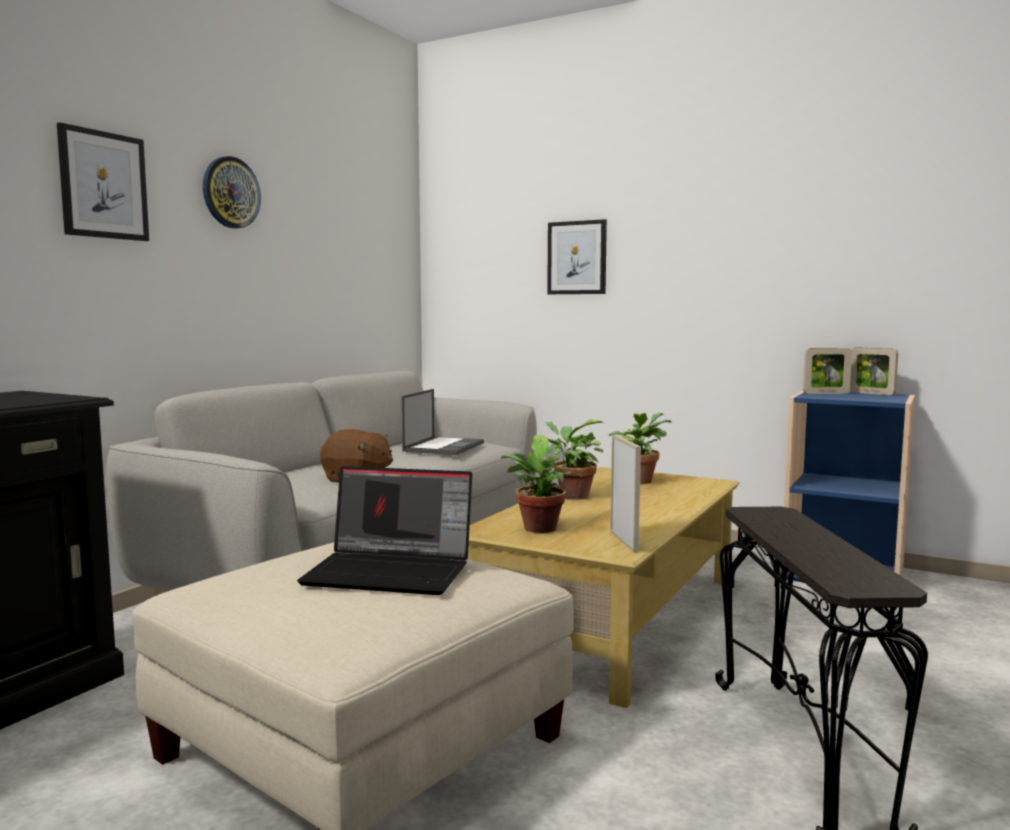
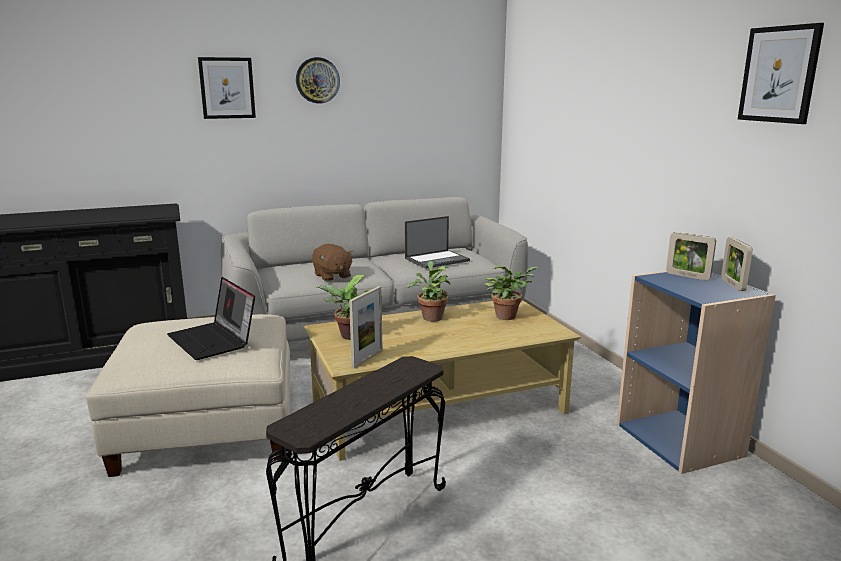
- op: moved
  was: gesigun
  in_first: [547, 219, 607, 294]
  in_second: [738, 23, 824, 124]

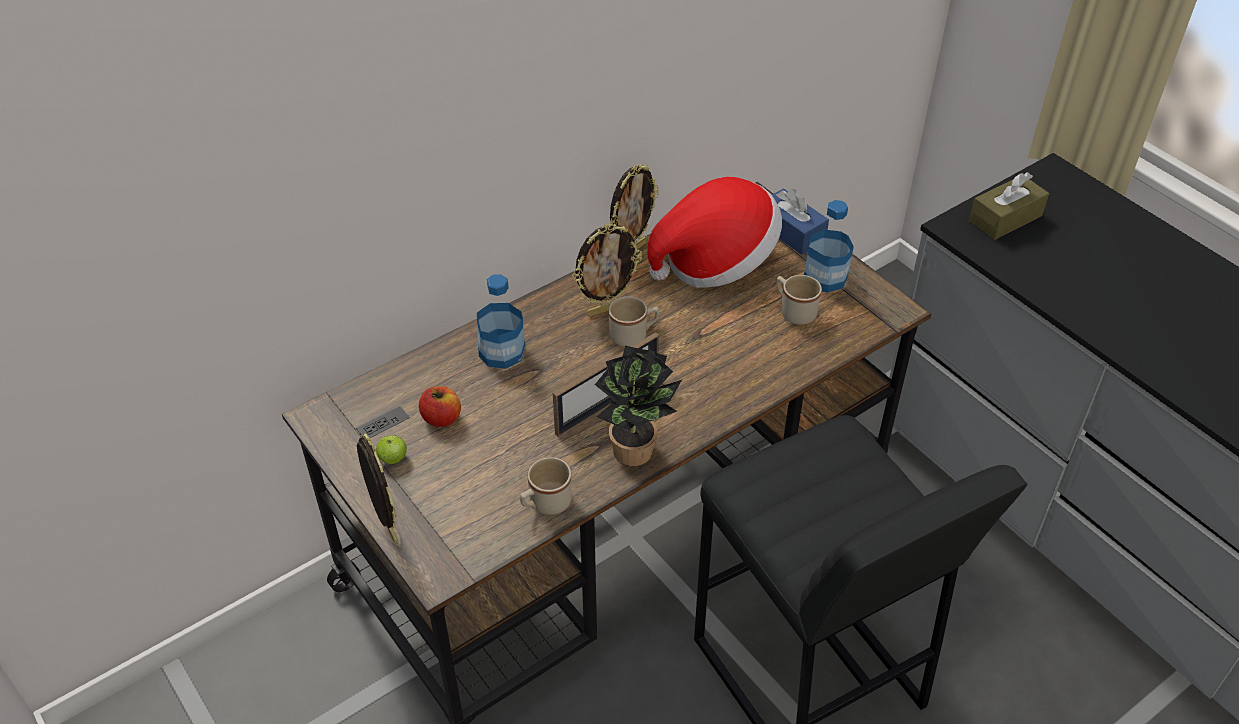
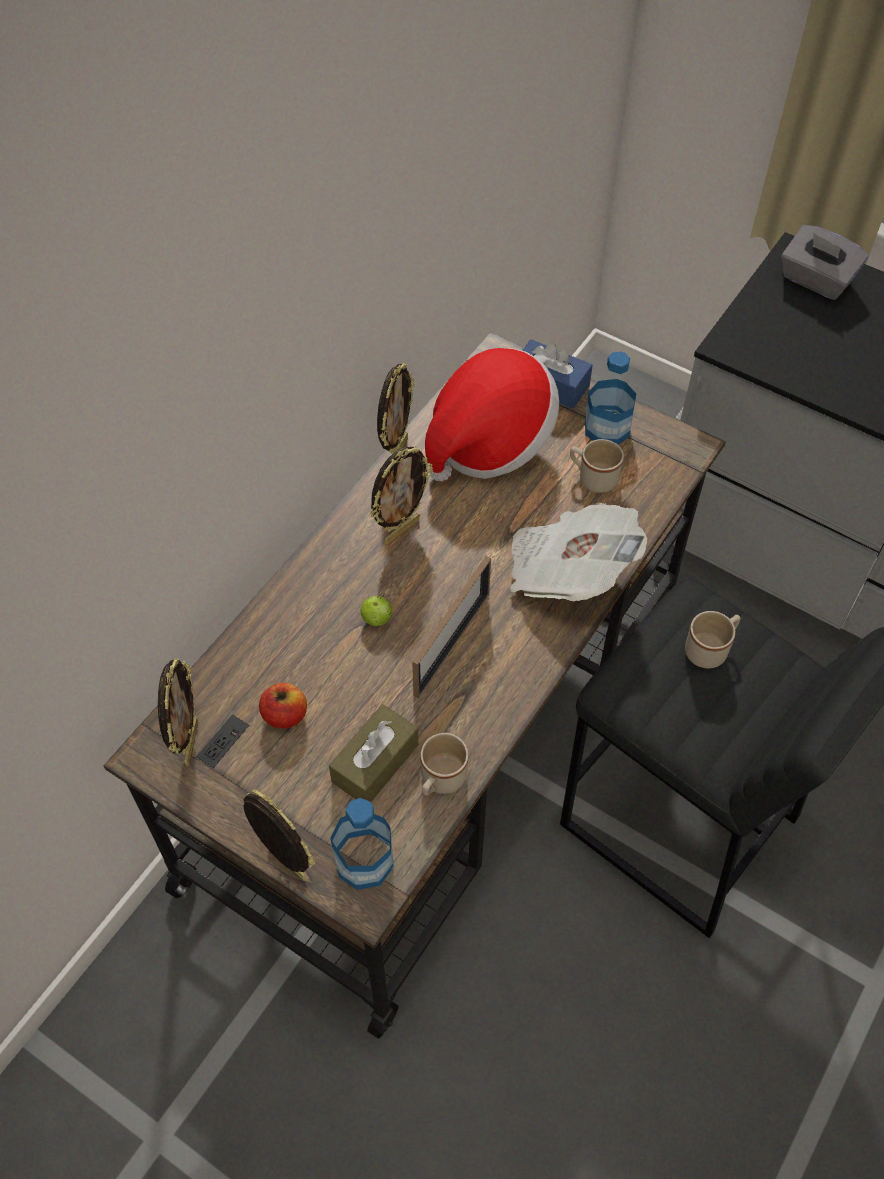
- op: removed
  was: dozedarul
  in_first: [595, 345, 682, 466]
- op: added
  now: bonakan
  in_second: [158, 658, 198, 767]
- op: added
  now: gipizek
  in_second: [510, 502, 647, 601]
- op: added
  now: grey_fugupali
  in_second: [781, 225, 869, 300]
- op: moved
  was: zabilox
  in_first: [376, 435, 407, 464]
  in_second: [361, 596, 392, 626]
- op: moved
  was: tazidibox
  in_first: [477, 274, 525, 369]
  in_second: [330, 798, 394, 890]
- op: moved
  was: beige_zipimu
  in_first: [609, 296, 659, 347]
  in_second: [685, 611, 741, 668]
- op: moved
  was: brown_fugupali
  in_first: [969, 172, 1049, 240]
  in_second: [329, 704, 419, 802]

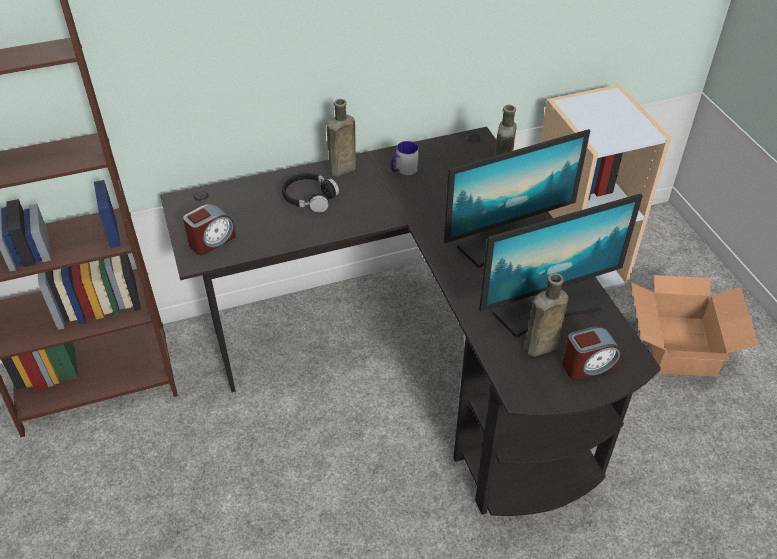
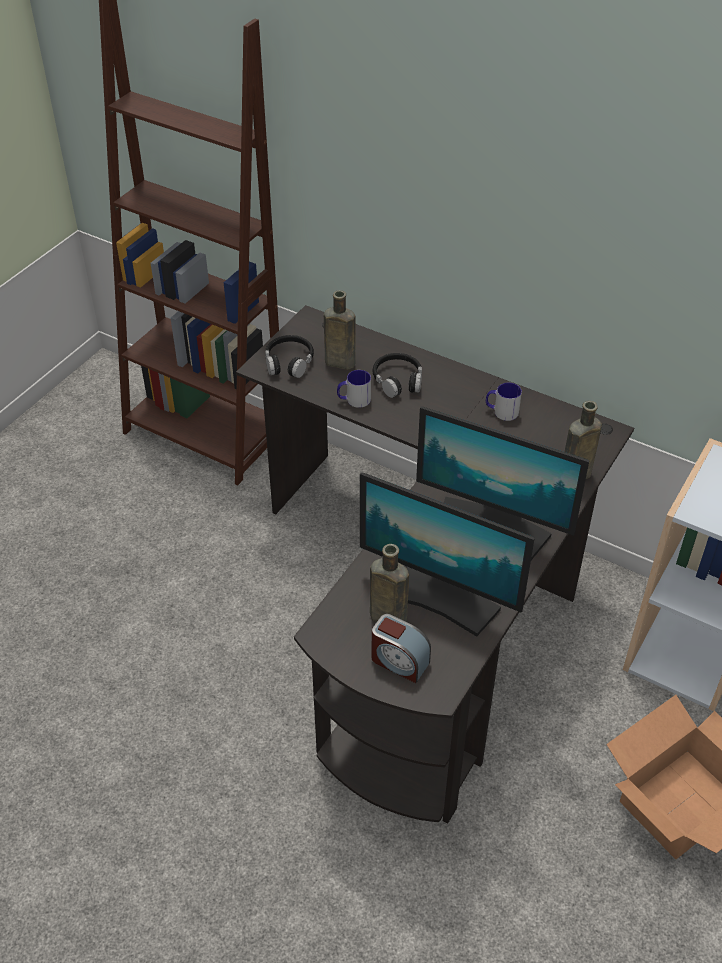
- op: added
  now: zipimu
  in_second: [337, 370, 371, 408]
- op: moved
  was: brown_tazidibox
  in_first: [327, 99, 356, 177]
  in_second: [324, 290, 356, 370]
- op: replaced
  was: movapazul
  now: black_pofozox
  in_first: [183, 204, 236, 255]
  in_second: [265, 335, 314, 378]

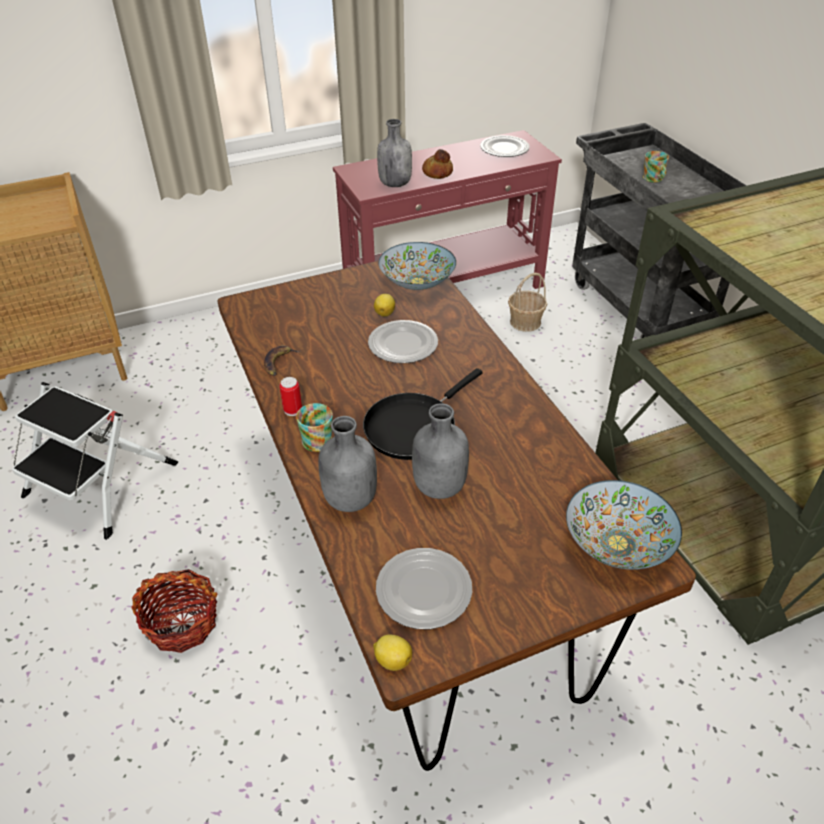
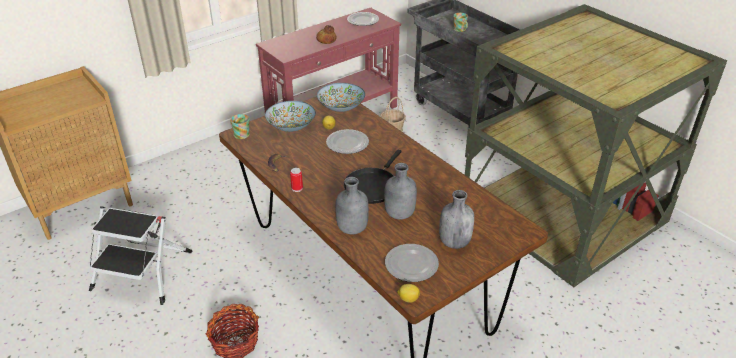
- op: moved
  was: zipimu
  in_first: [296, 403, 333, 452]
  in_second: [230, 114, 250, 139]
- op: moved
  was: grey_tazidibox
  in_first: [377, 119, 412, 187]
  in_second: [439, 190, 474, 249]
- op: moved
  was: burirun
  in_first: [566, 480, 682, 569]
  in_second: [265, 101, 316, 132]

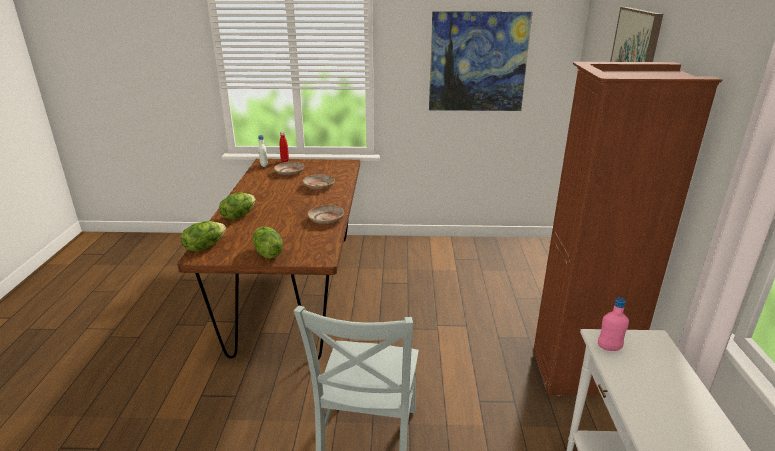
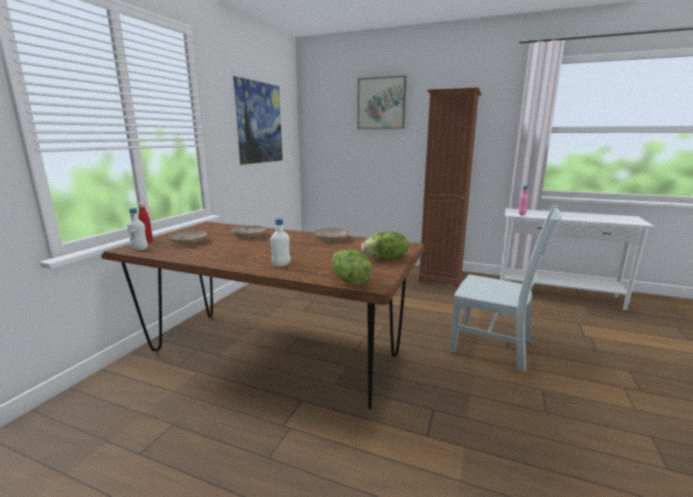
- op: replaced
  was: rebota
  now: white_tazidibox
  in_first: [219, 193, 255, 219]
  in_second: [270, 219, 290, 267]

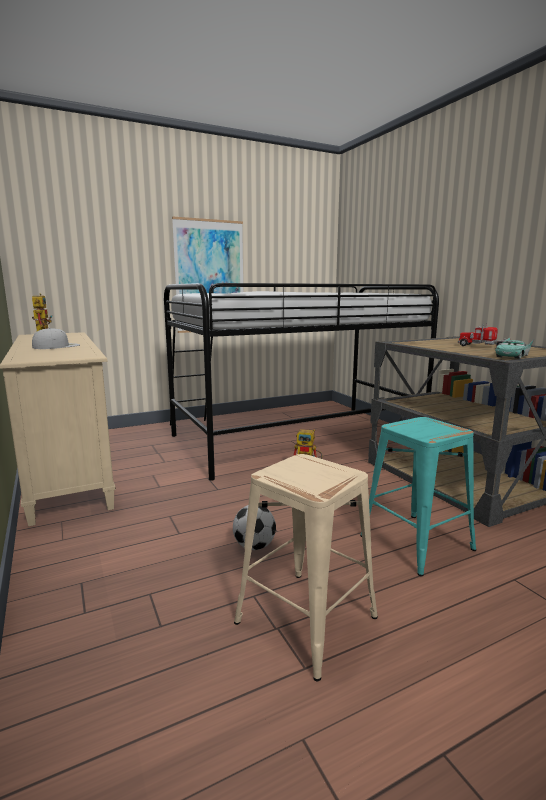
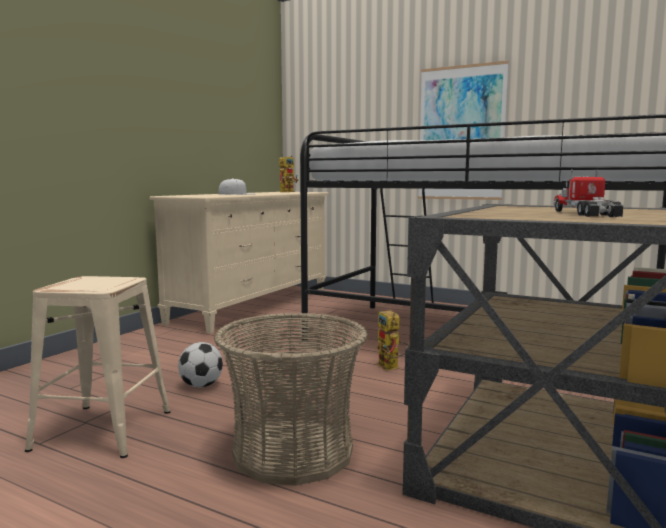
- op: removed
  was: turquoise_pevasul
  in_first: [495, 338, 534, 359]
- op: replaced
  was: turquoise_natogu
  now: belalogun
  in_first: [360, 417, 476, 577]
  in_second: [214, 312, 368, 486]

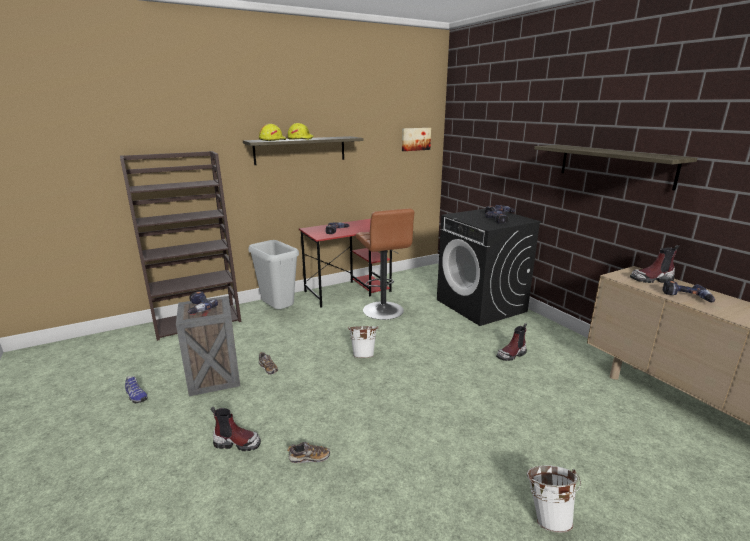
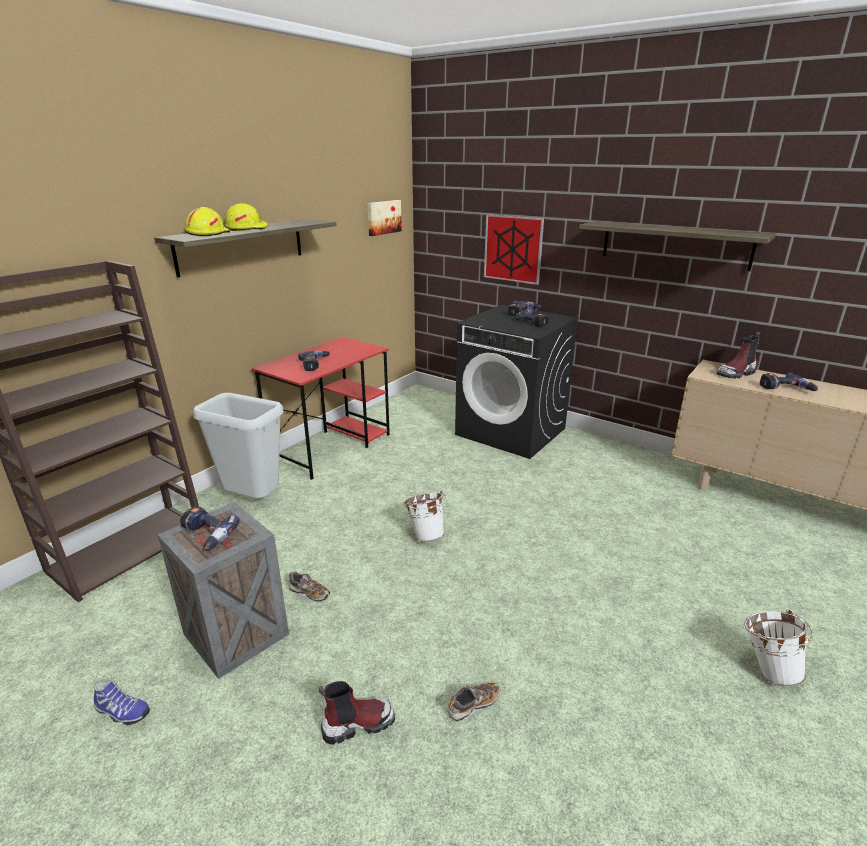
- op: removed
  was: brown_natogu
  in_first: [356, 208, 414, 320]
- op: removed
  was: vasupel
  in_first: [496, 323, 527, 361]
- op: added
  now: gesigun
  in_second: [484, 214, 544, 285]

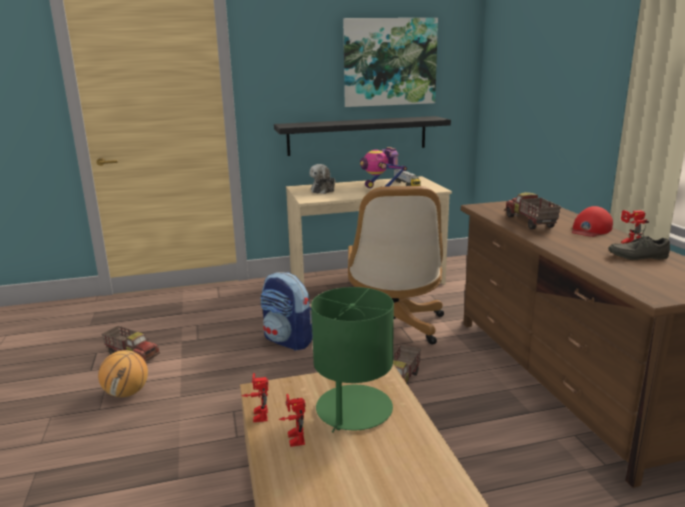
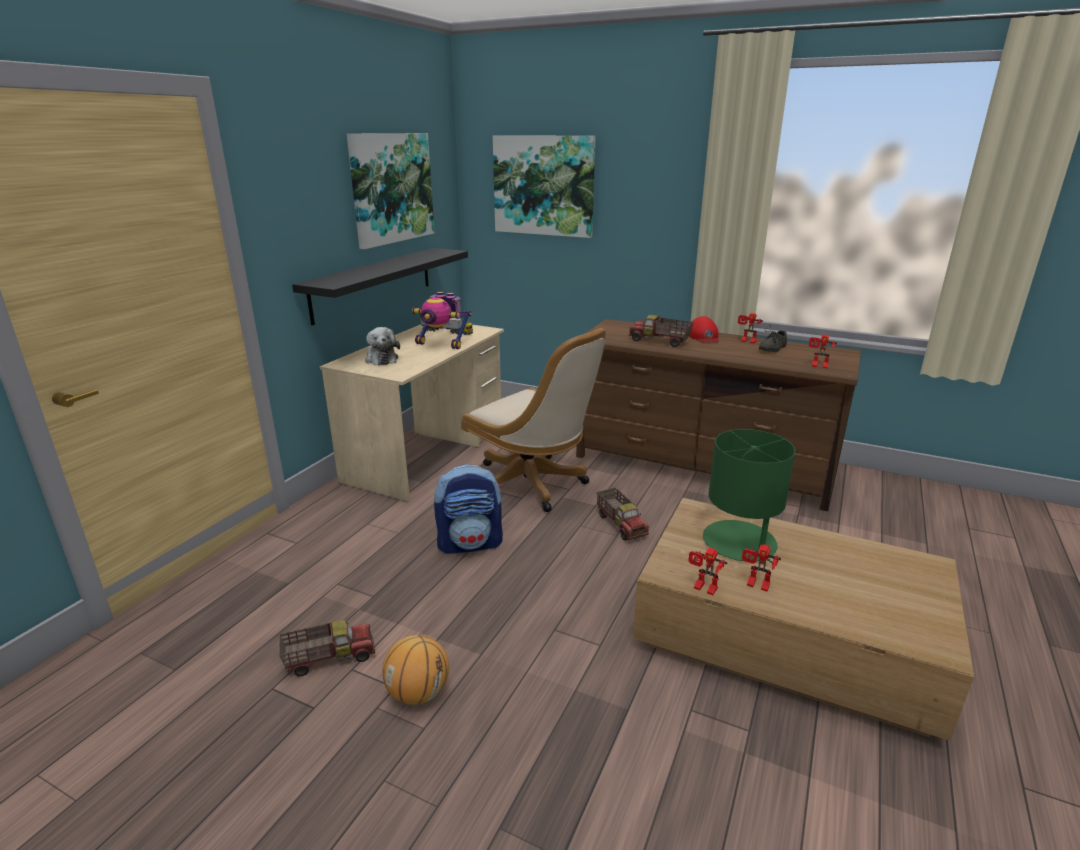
- op: added
  now: gesigun
  in_second: [493, 135, 596, 238]
- op: added
  now: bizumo
  in_second: [809, 334, 837, 368]

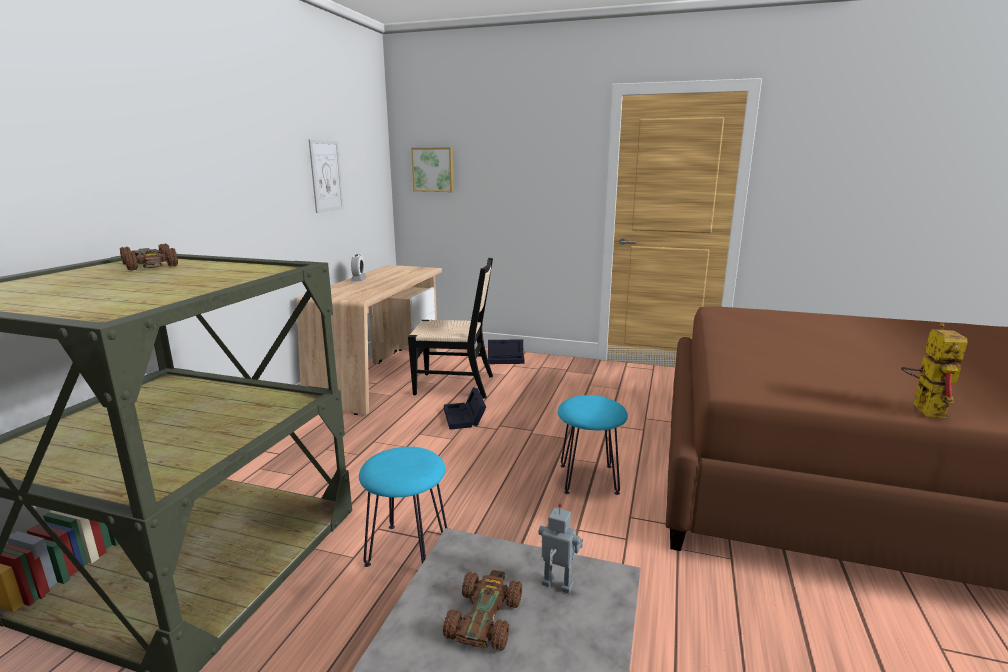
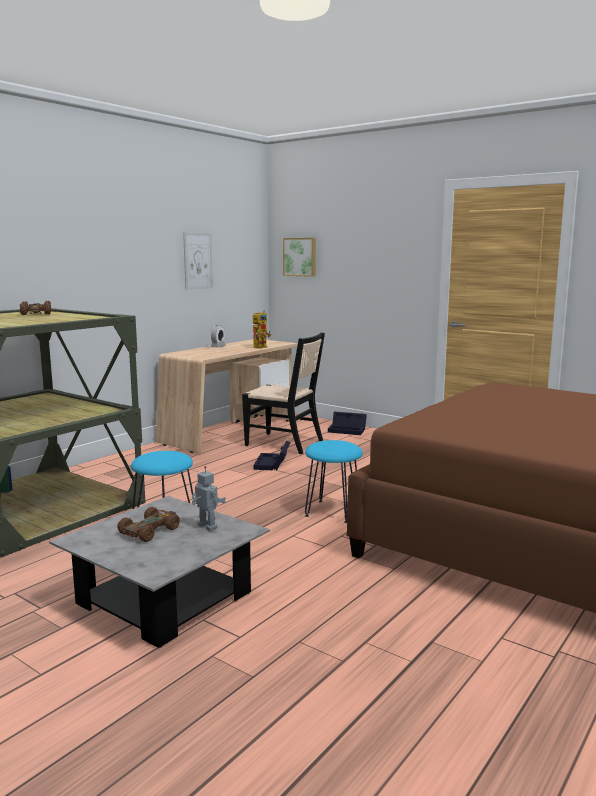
- op: moved
  was: bizumo
  in_first: [901, 324, 968, 419]
  in_second: [253, 311, 271, 349]

